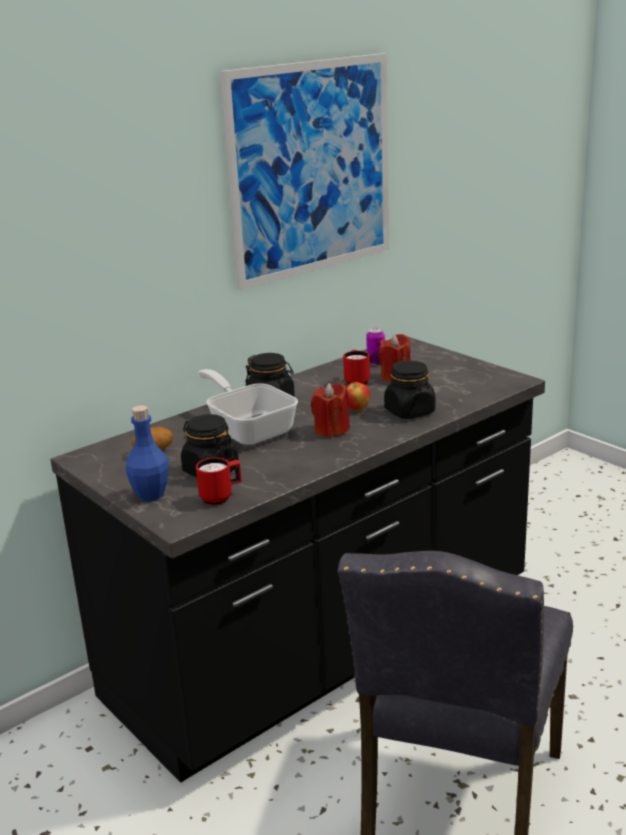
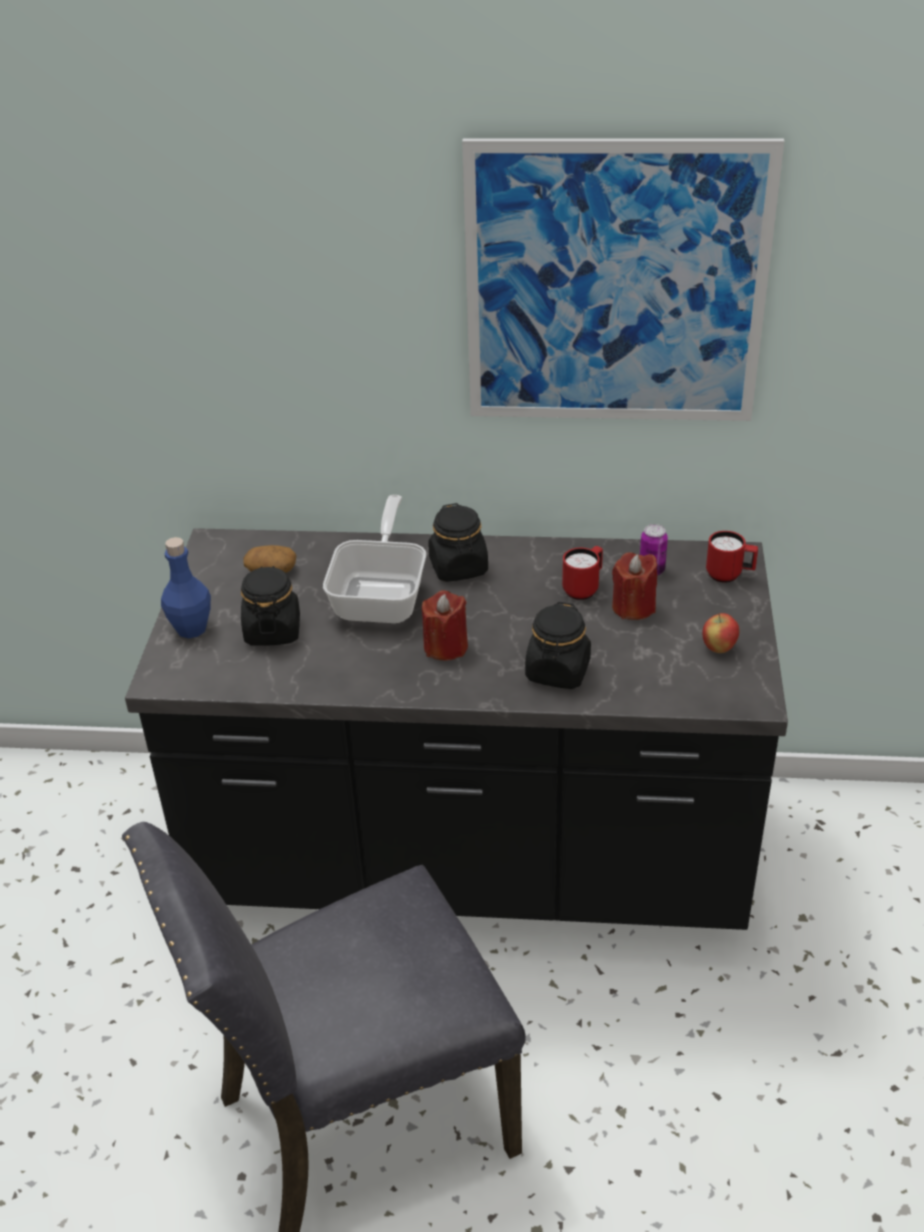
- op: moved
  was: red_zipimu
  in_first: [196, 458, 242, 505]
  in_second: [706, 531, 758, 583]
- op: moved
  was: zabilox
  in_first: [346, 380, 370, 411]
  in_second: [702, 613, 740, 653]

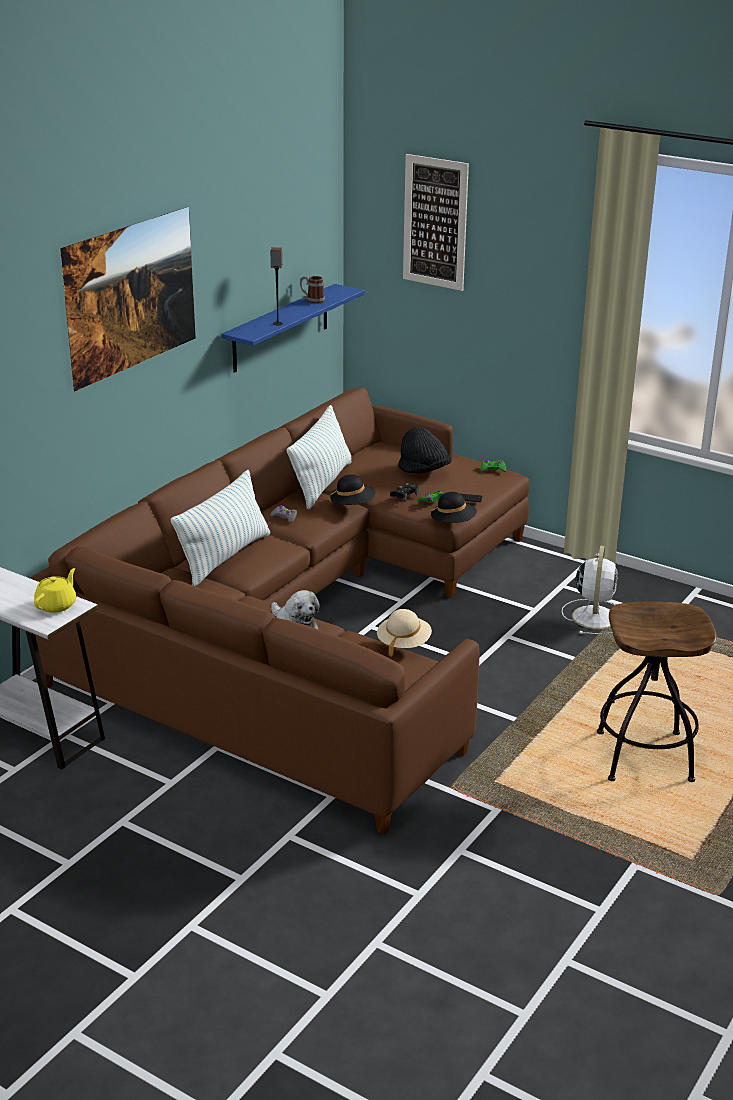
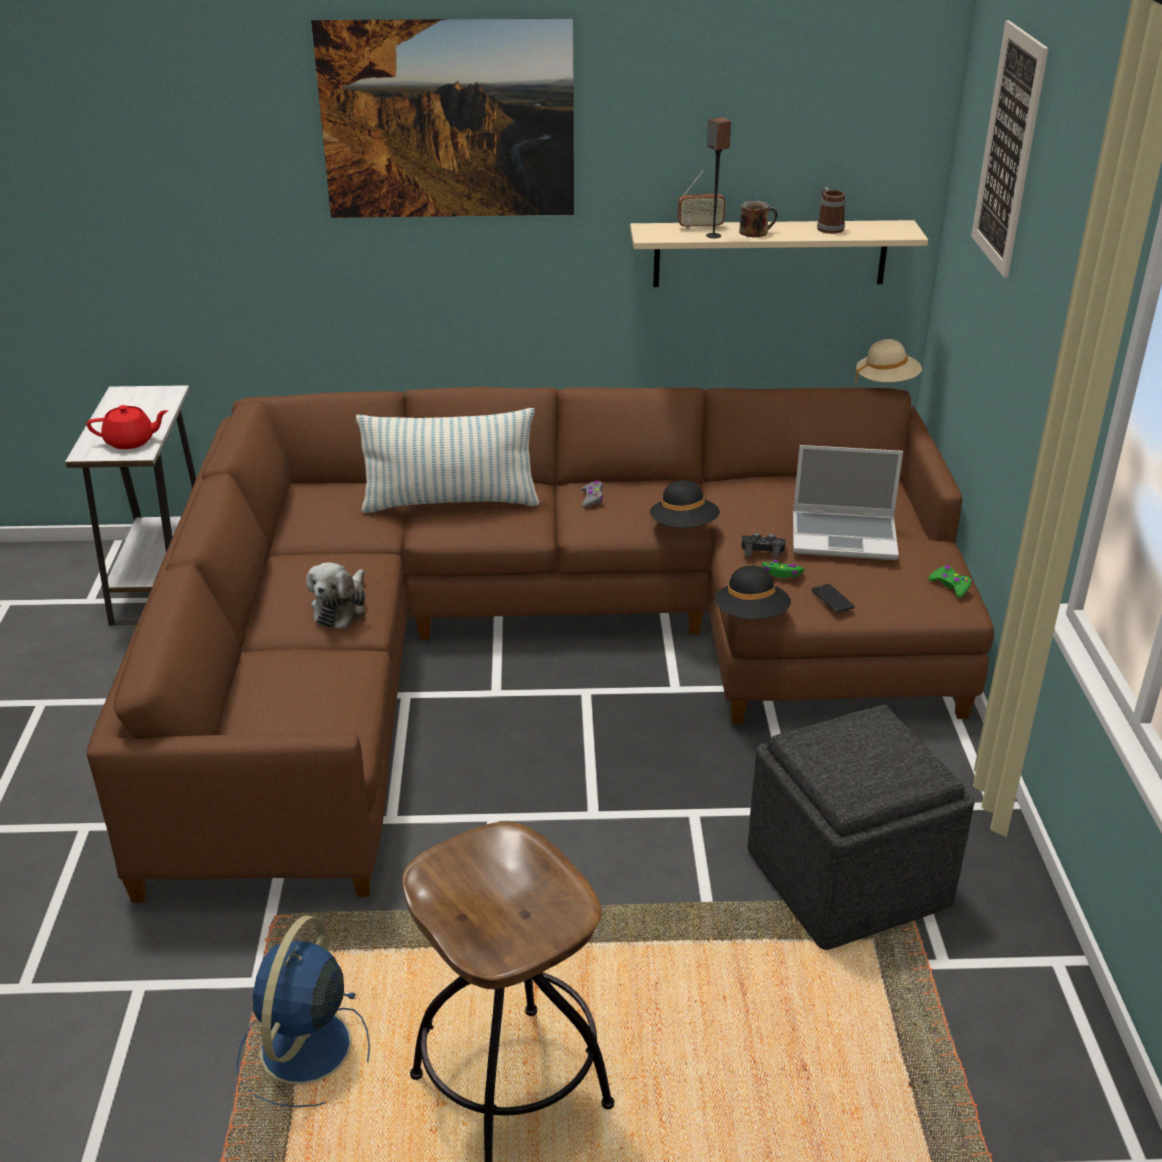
- op: removed
  was: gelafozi
  in_first: [287, 405, 351, 509]
- op: added
  now: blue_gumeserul
  in_second: [236, 916, 370, 1107]
- op: added
  now: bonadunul
  in_second: [678, 170, 726, 230]
- op: added
  now: zipimu
  in_second: [739, 201, 778, 237]
- op: moved
  was: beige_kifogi
  in_first: [377, 609, 432, 657]
  in_second: [855, 339, 922, 384]
- op: replaced
  was: black_kifogi
  now: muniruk
  in_first: [398, 427, 452, 474]
  in_second: [793, 445, 903, 560]
- op: replaced
  was: white_gumeserul
  now: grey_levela
  in_first: [562, 546, 618, 634]
  in_second: [747, 704, 975, 950]
- op: recoloured
  was: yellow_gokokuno
  now: red_gokokuno
  in_first: [34, 568, 76, 613]
  in_second: [87, 405, 168, 449]
- op: recoloured
  was: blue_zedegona
  now: beige_zedegona
  in_first: [221, 284, 365, 373]
  in_second: [630, 220, 928, 287]

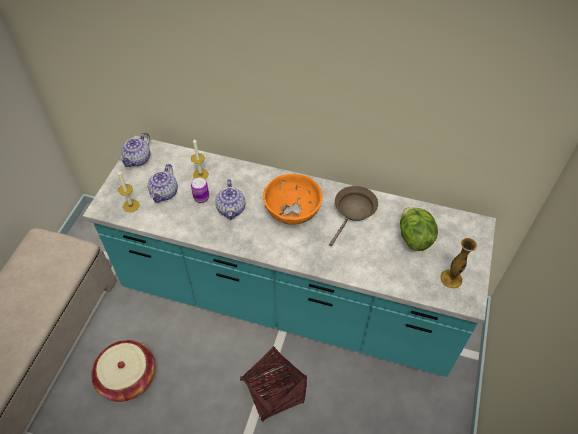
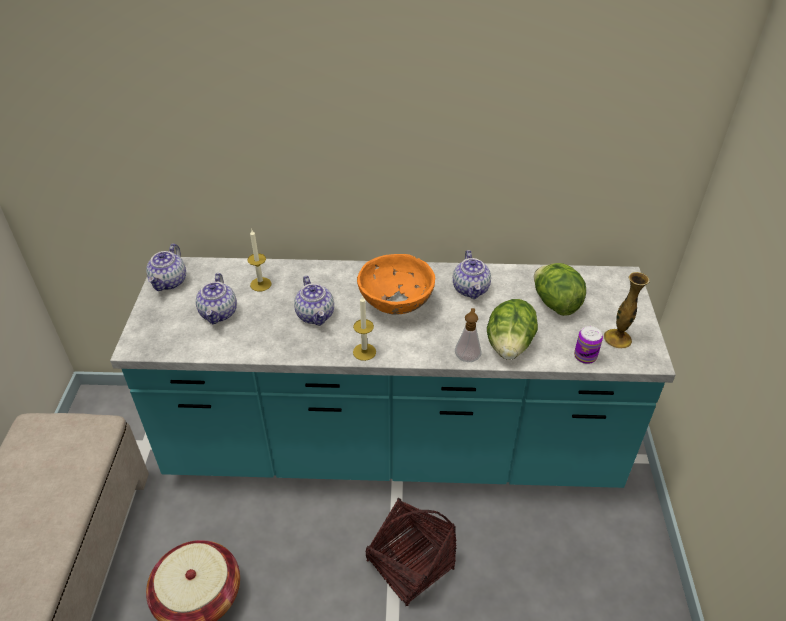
- op: added
  now: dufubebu
  in_second: [455, 308, 482, 362]
- op: added
  now: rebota
  in_second: [487, 299, 538, 360]
- op: moved
  was: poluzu
  in_first: [118, 171, 139, 212]
  in_second: [353, 295, 376, 361]
- op: moved
  was: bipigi
  in_first: [191, 177, 209, 203]
  in_second: [574, 326, 603, 364]
- op: replaced
  was: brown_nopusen
  now: gokokuno
  in_first: [329, 186, 378, 246]
  in_second: [453, 250, 491, 299]

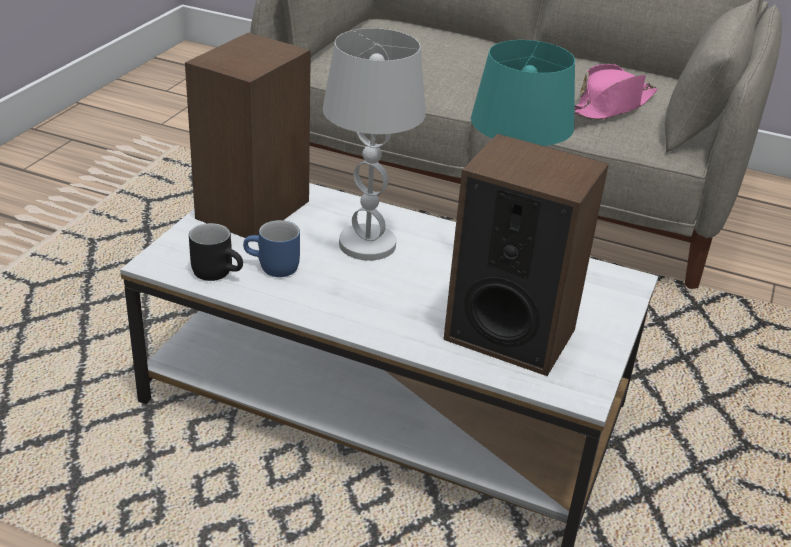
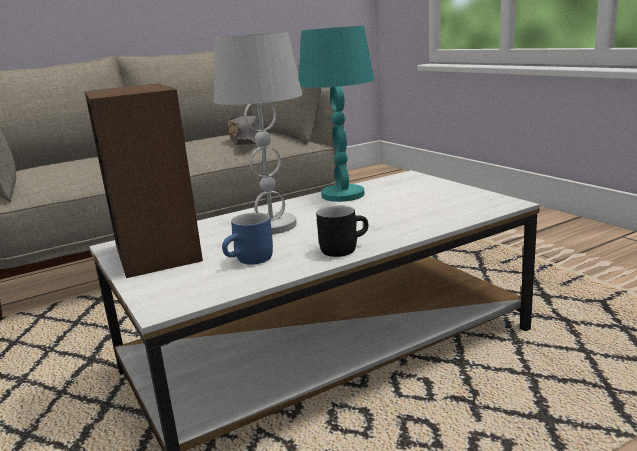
- op: removed
  was: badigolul
  in_first: [443, 134, 609, 376]
- op: moved
  was: black_zipimu
  in_first: [189, 223, 243, 281]
  in_second: [316, 205, 368, 257]
- op: recoloured
  was: pink_kifogi
  now: grey_kifogi
  in_first: [574, 64, 657, 120]
  in_second: [228, 110, 264, 145]

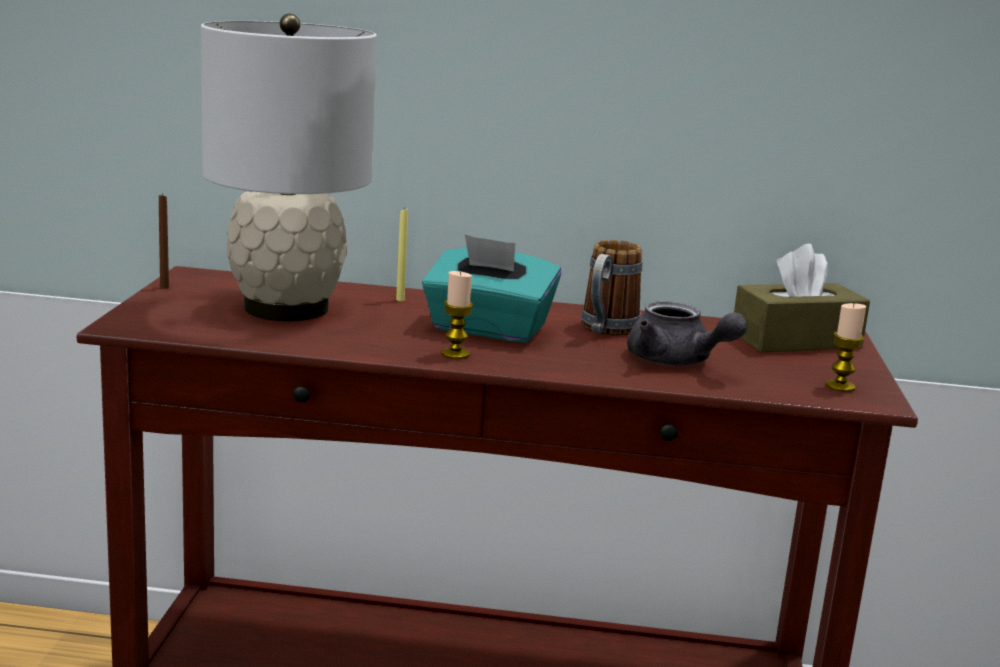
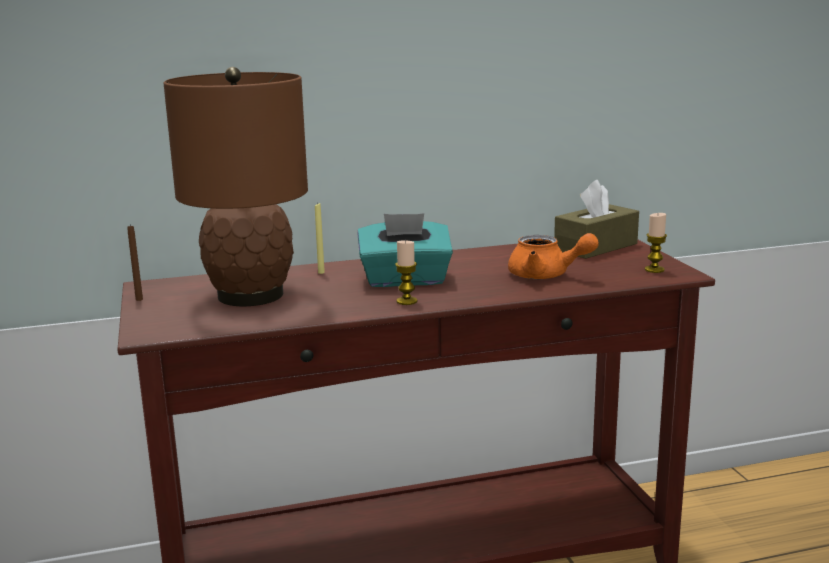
- op: removed
  was: zipimu
  in_first: [581, 240, 642, 336]
- op: recoloured
  was: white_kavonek
  now: brown_kavonek
  in_first: [201, 14, 377, 321]
  in_second: [163, 67, 308, 306]
- op: recoloured
  was: grey_gokokuno
  now: orange_gokokuno
  in_first: [627, 301, 748, 366]
  in_second: [508, 233, 599, 279]

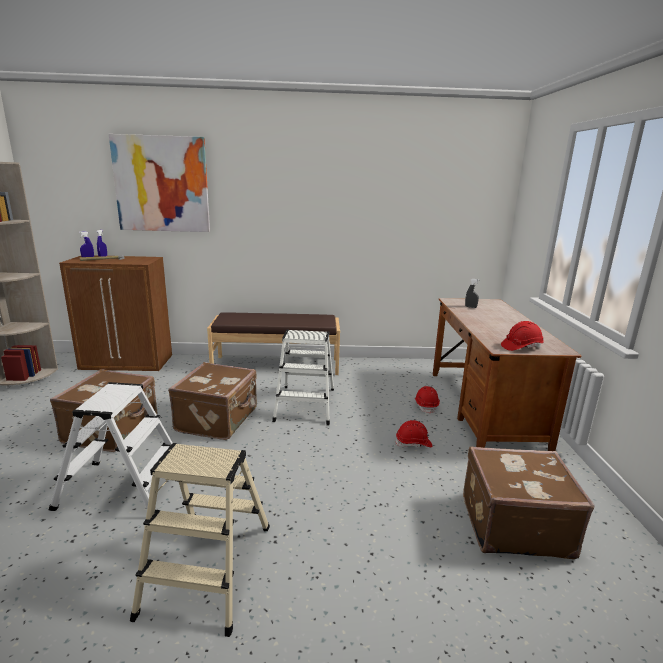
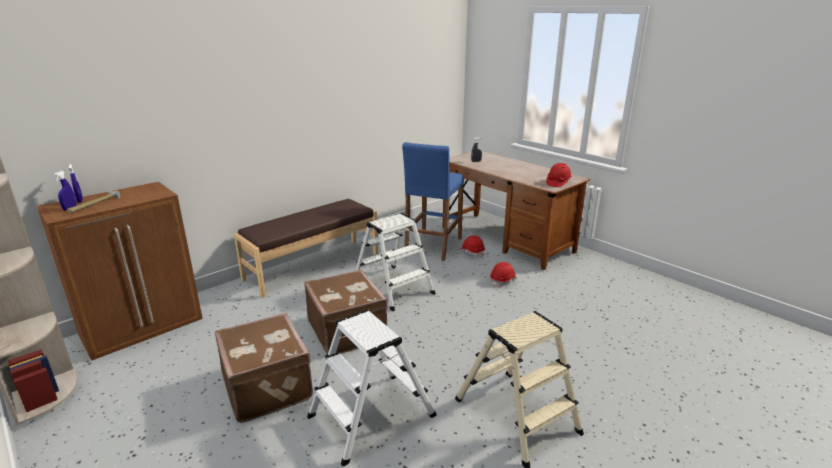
- op: removed
  was: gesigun
  in_first: [109, 134, 210, 232]
- op: removed
  was: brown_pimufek
  in_first: [463, 446, 595, 559]
- op: added
  now: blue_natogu
  in_second: [402, 142, 464, 261]

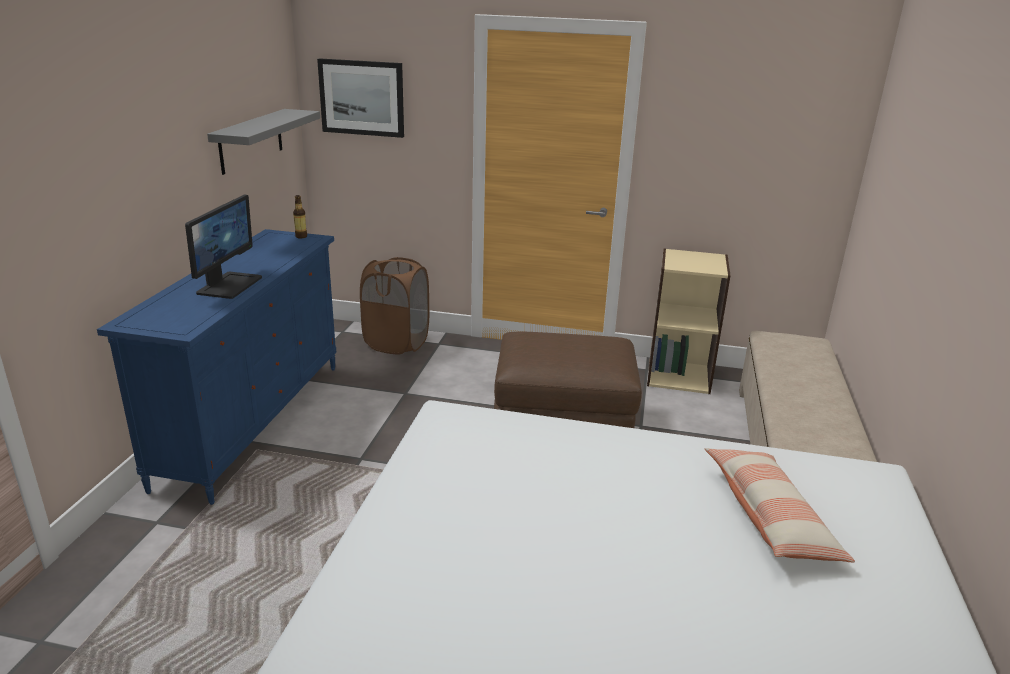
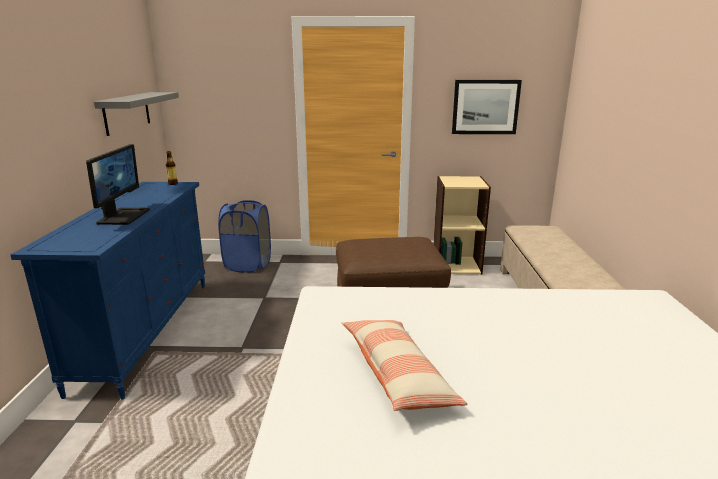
- op: moved
  was: gesigun
  in_first: [317, 58, 404, 138]
  in_second: [452, 80, 522, 134]
- op: moved
  was: gelafozi
  in_first: [705, 448, 855, 562]
  in_second: [341, 320, 467, 411]
- op: recoloured
  was: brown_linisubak
  now: blue_linisubak
  in_first: [360, 257, 429, 355]
  in_second: [218, 200, 271, 272]

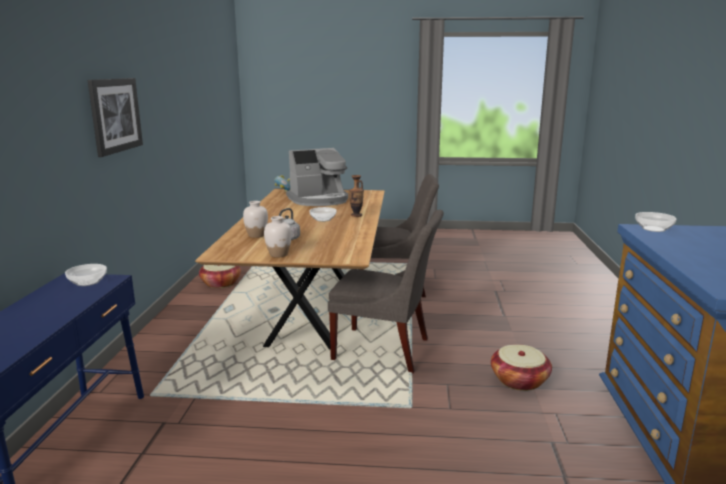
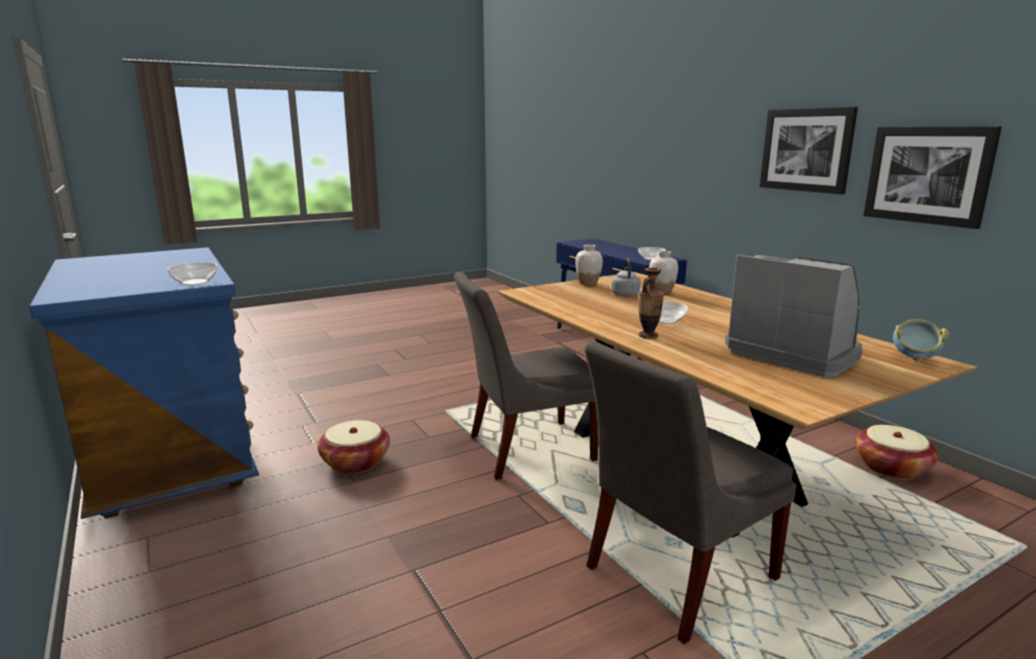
- op: added
  now: gesigun
  in_second: [863, 126, 1002, 229]
- op: turned
  was: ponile
  in_first: [286, 148, 348, 206]
  in_second: [725, 255, 863, 377]
  clockwise: 105

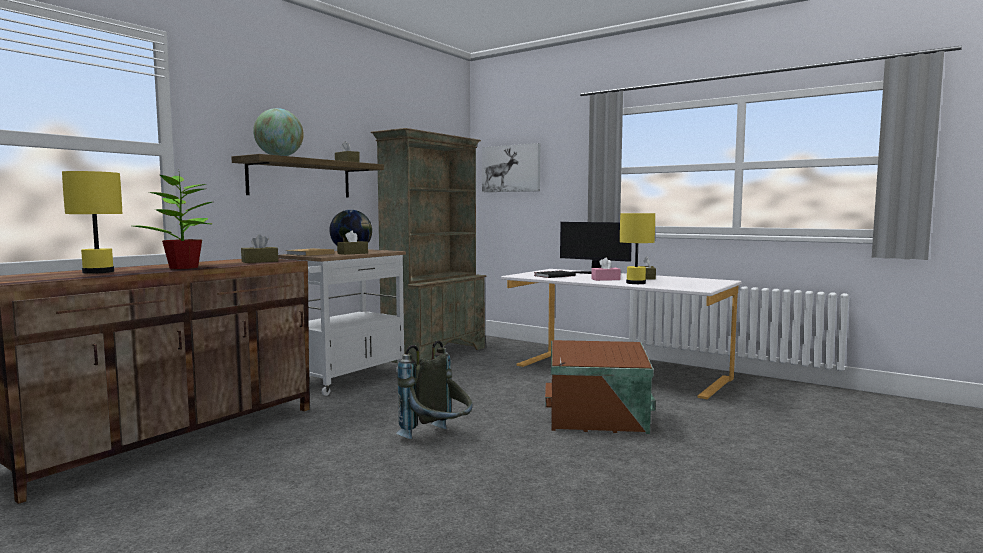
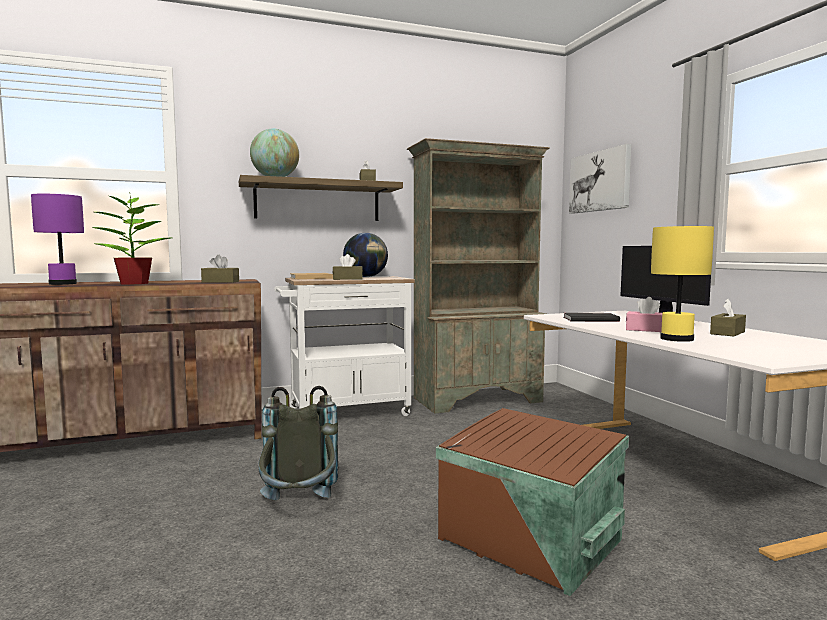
- op: recoloured
  was: yellow_kavonek
  now: purple_kavonek
  in_first: [62, 171, 122, 274]
  in_second: [31, 194, 84, 285]

